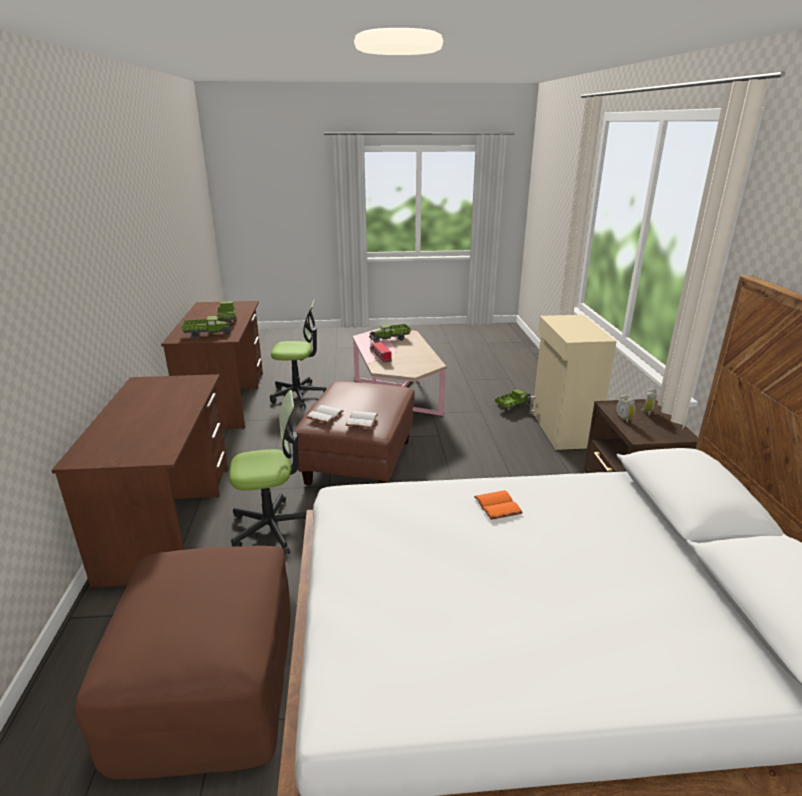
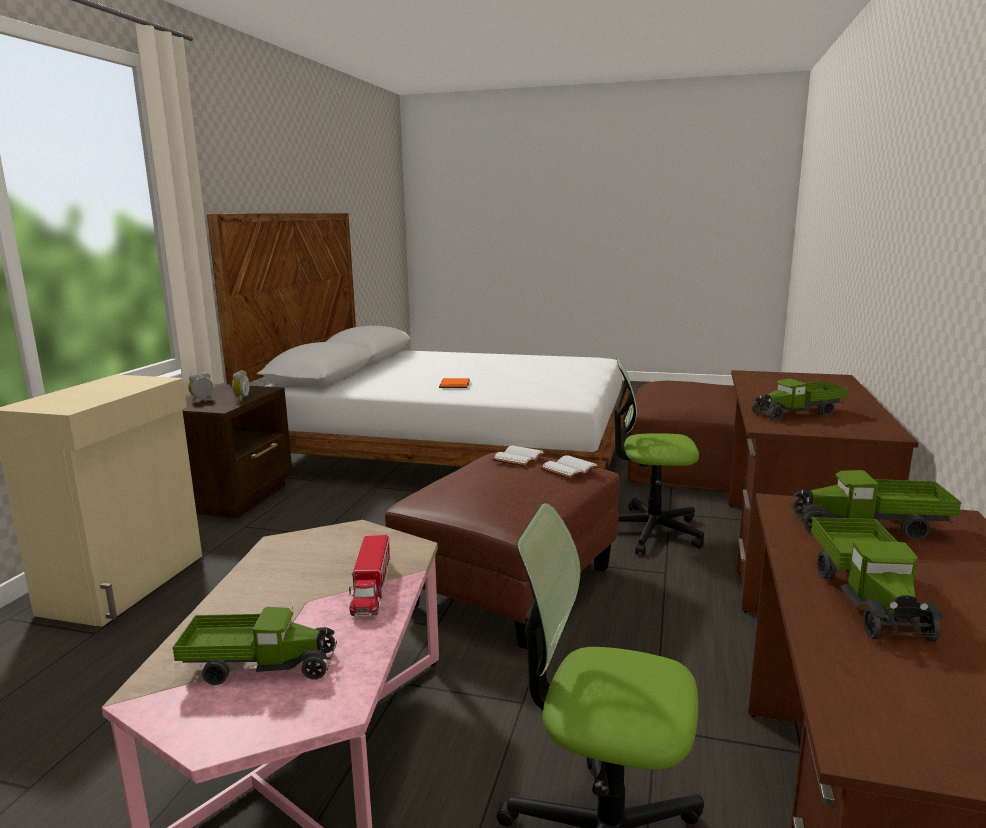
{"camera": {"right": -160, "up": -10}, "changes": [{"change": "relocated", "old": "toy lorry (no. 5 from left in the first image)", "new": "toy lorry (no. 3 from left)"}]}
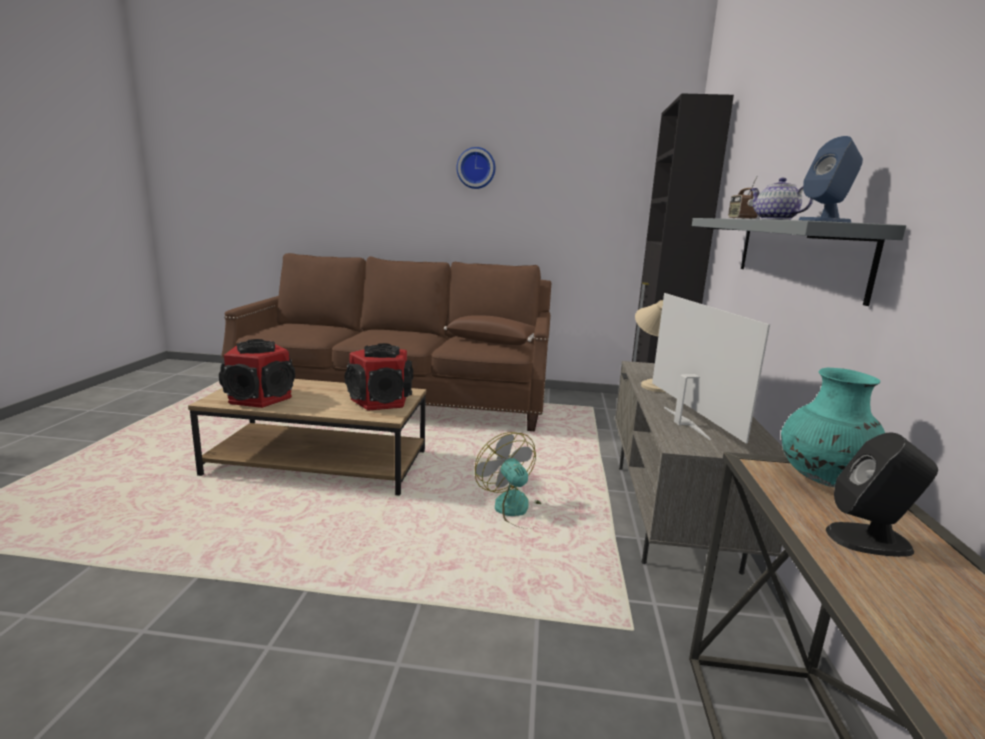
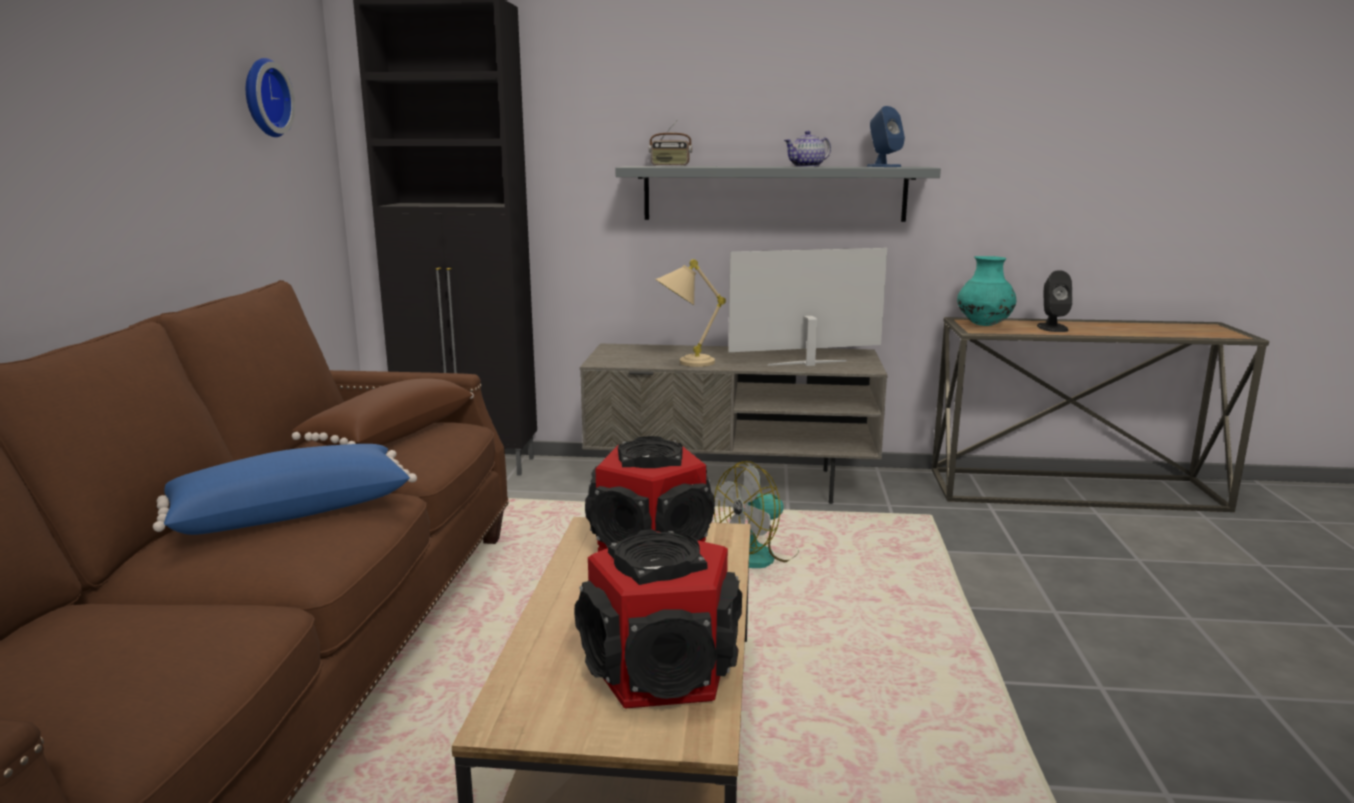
{"camera": {"right": -90, "up": 0}, "changes": [{"change": "appeared", "new": "pillow in blue-coloured"}, {"change": "relocated", "old": "clock on the wall"}]}
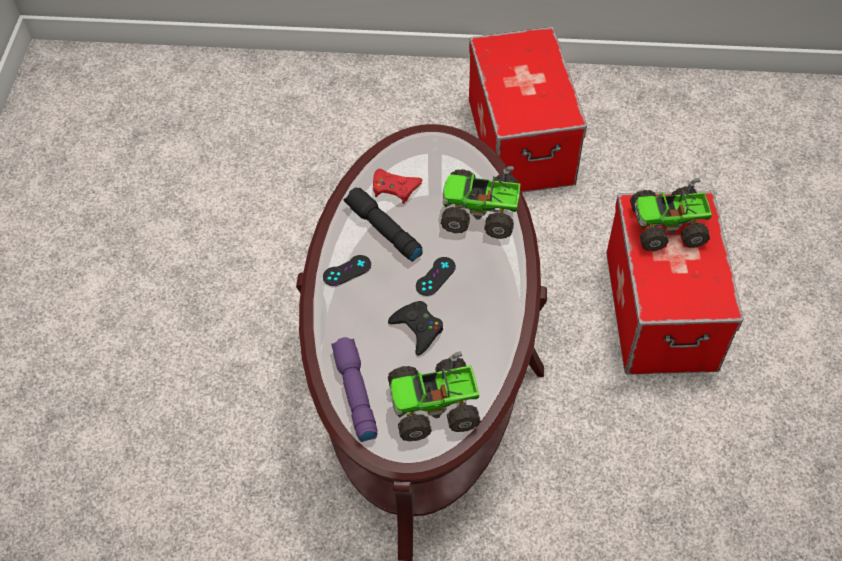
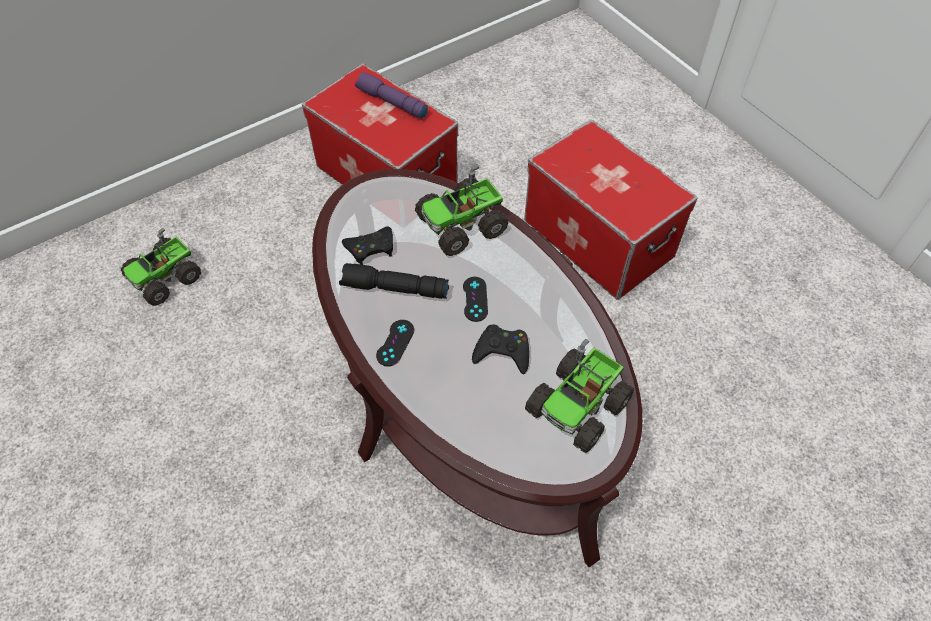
{"camera": {"right": -40, "up": 0}, "changes": [{"change": "relocated", "old": "hand torch in purplish"}, {"change": "relocated", "old": "toy lorry (no. 3 from left in the first image)", "new": "toy lorry (no. 1 from left)"}, {"change": "colour", "old": "game controller in reddish", "new": "game controller in black-coloured (no. 1 from left)"}]}
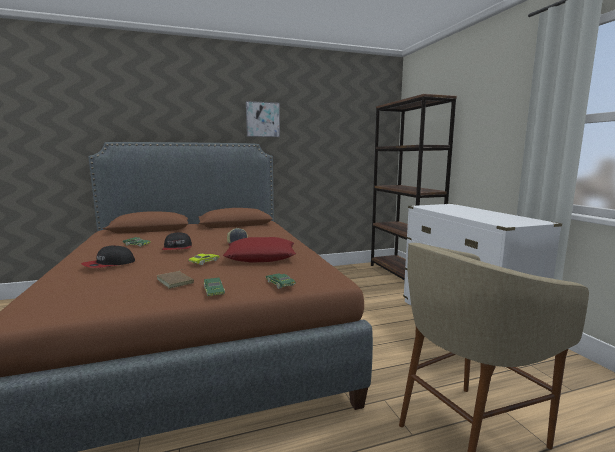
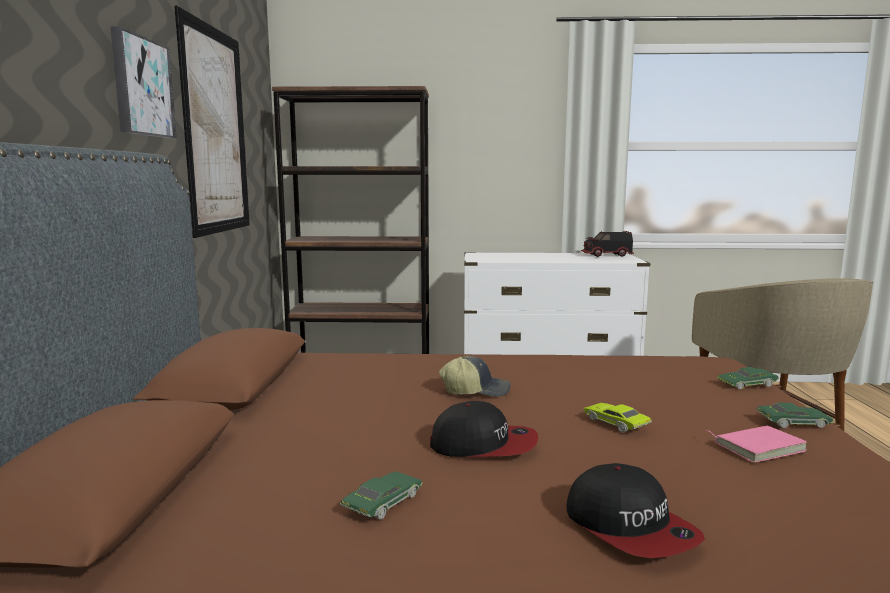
{"camera": {"right": -70, "up": 0}, "changes": [{"change": "missing", "old": "pillow in reddish"}, {"change": "appeared", "new": "picture (no. 2 from left)"}, {"change": "appeared", "new": "toy lorry"}, {"change": "colour", "old": "book in brown", "new": "book in pink-coloured"}]}
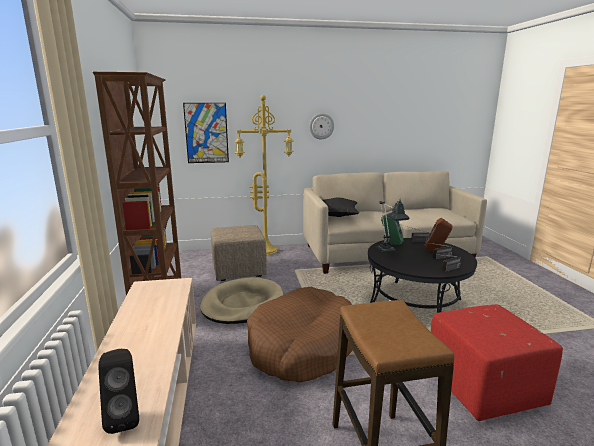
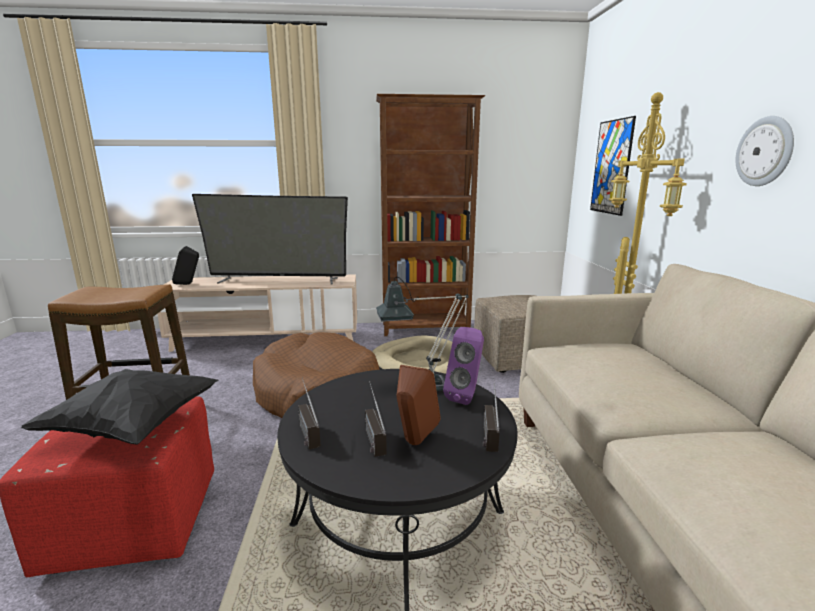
{"camera": {"right": 95, "up": 0}, "changes": [{"change": "appeared", "new": "TV set"}, {"change": "relocated", "old": "pillow in black-coloured"}, {"change": "colour", "old": "speaker in green", "new": "speaker in purplish"}]}
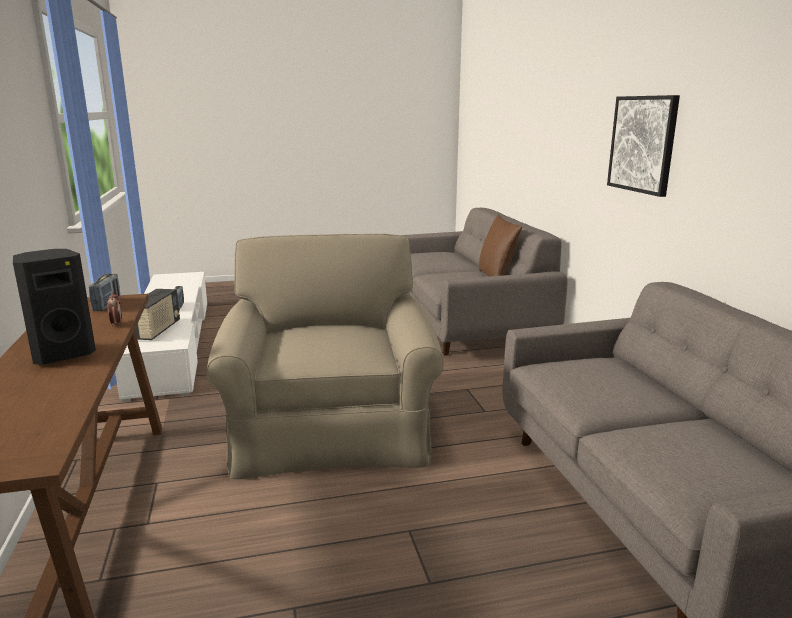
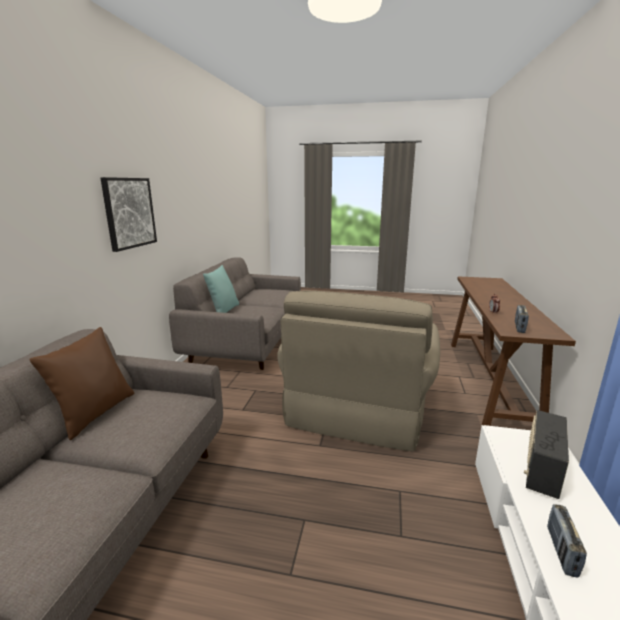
{"camera": {"right": -155, "up": 0}, "changes": [{"change": "missing", "old": "speaker in black-coloured"}, {"change": "appeared", "new": "pillow in turquoise-coloured"}]}
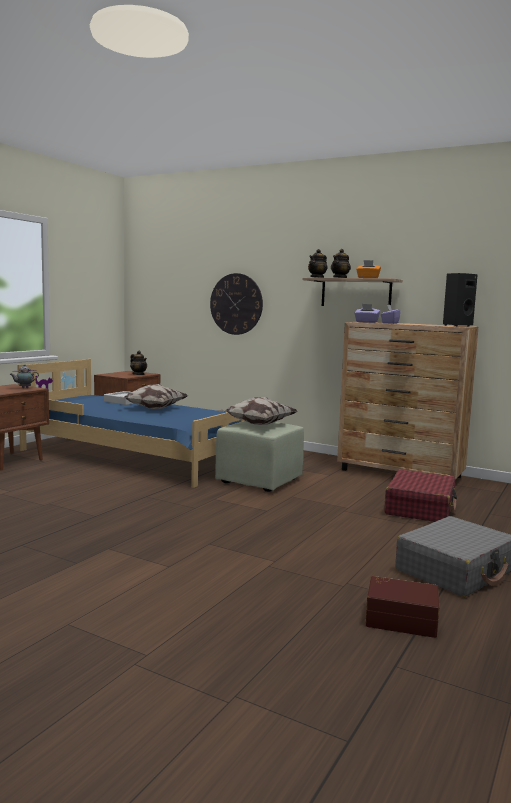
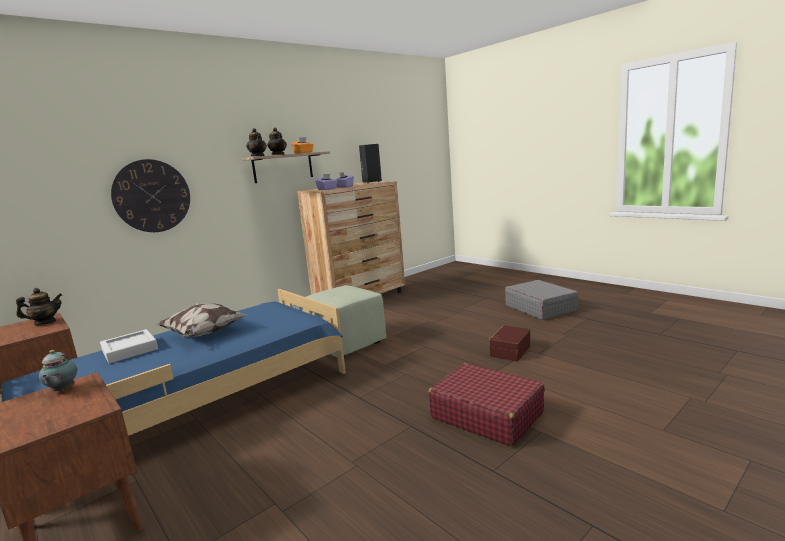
{"camera": {"right": -70, "up": 5}, "changes": [{"change": "missing", "old": "pillow (no. 2 from left)"}, {"change": "relocated", "old": "storage box in brown"}, {"change": "relocated", "old": "travel case in reddish"}]}
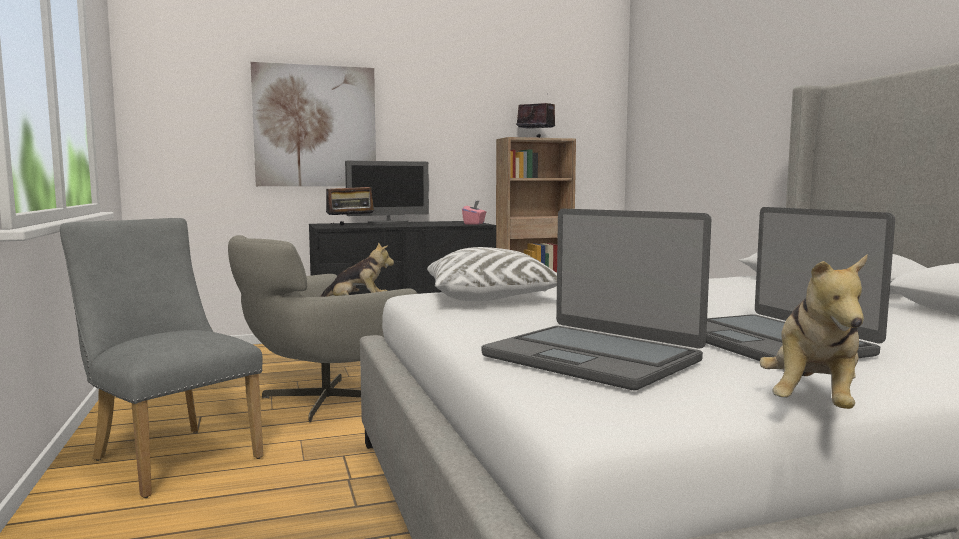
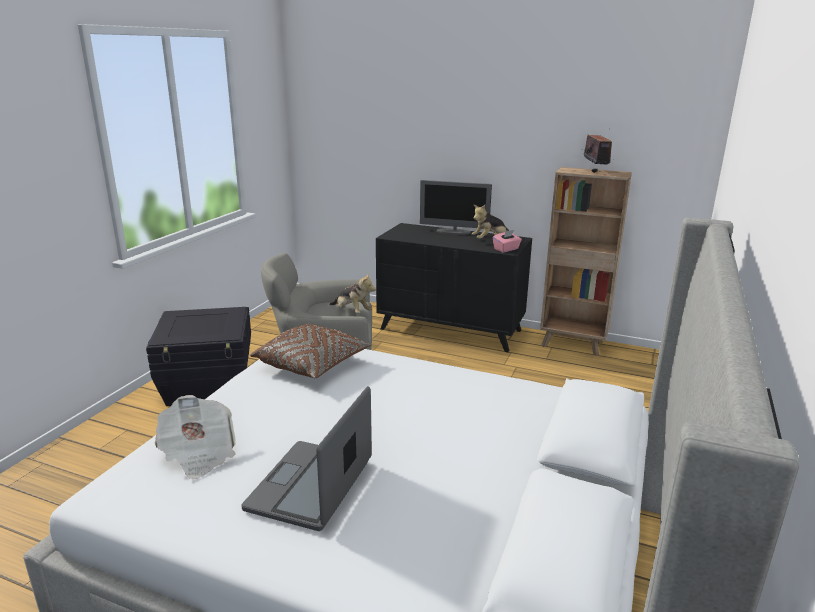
{"camera": {"right": 40, "up": 15}, "changes": [{"change": "missing", "old": "picture"}, {"change": "missing", "old": "radio receiver (no. 1 from left)"}, {"change": "relocated", "old": "soft toy (no. 2 from left)"}, {"change": "exchanged", "old": "upright chair in gray", "new": "storage box in black-coloured"}, {"change": "exchanged", "old": "portable computer (no. 1 from left)", "new": "daily paper"}, {"change": "colour", "old": "pillow in white", "new": "pillow in brown"}]}
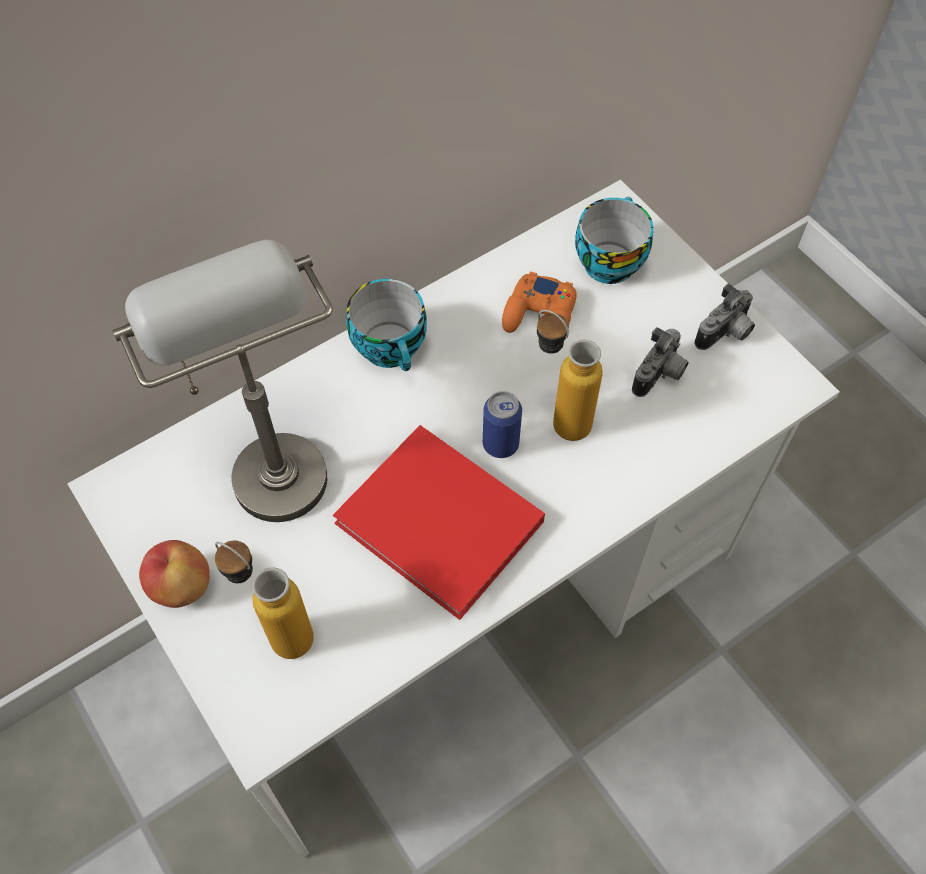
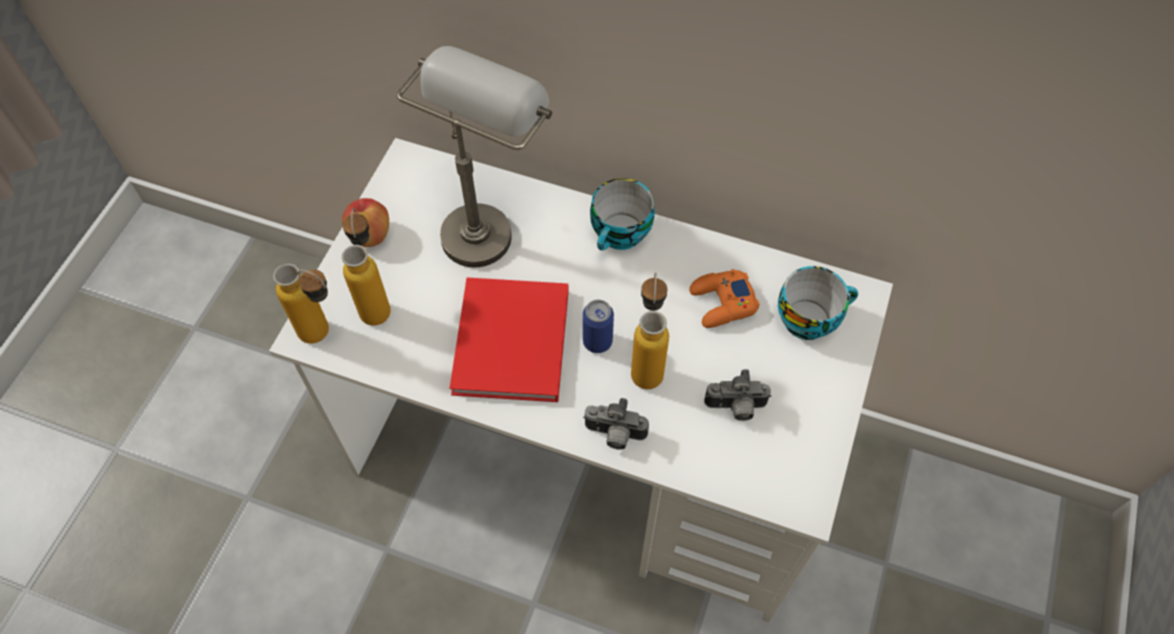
{"camera": {"right": 55, "up": 0}, "changes": [{"change": "appeared", "new": "beverage bottle (no. 1 from left)"}, {"change": "relocated", "old": "photo camera (no. 2 from left in the first image)", "new": "photo camera (no. 1 from left)"}]}
